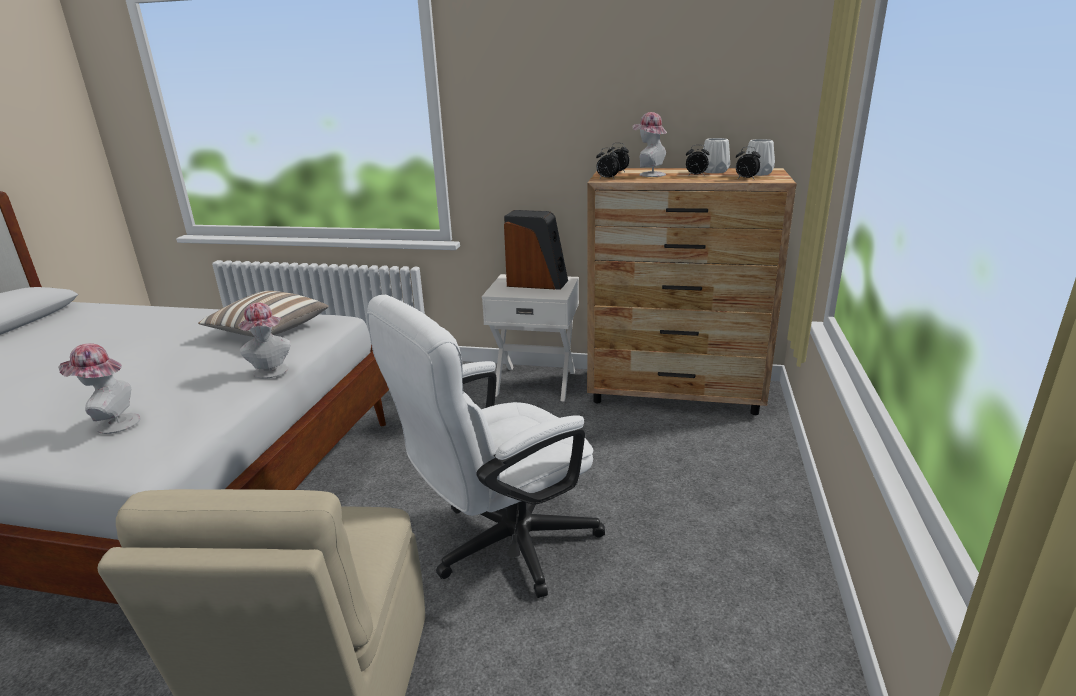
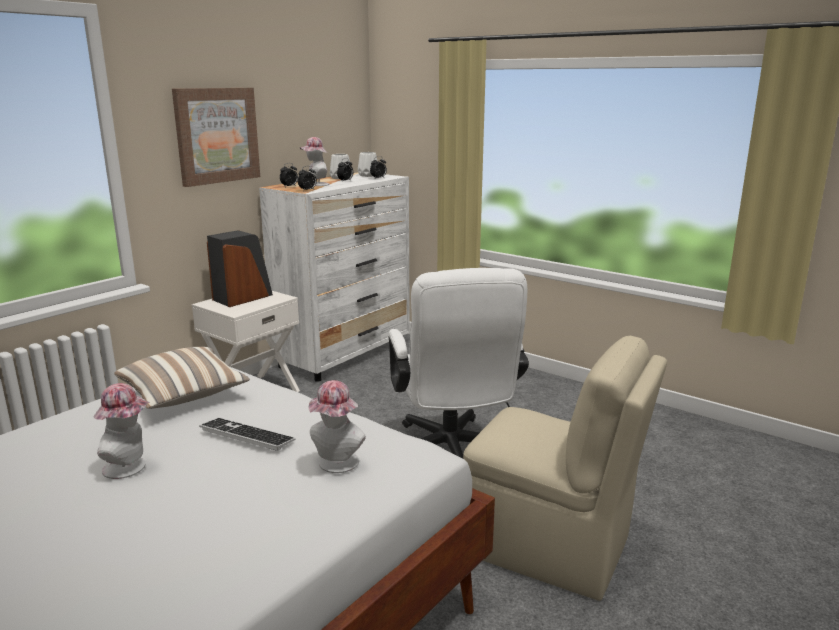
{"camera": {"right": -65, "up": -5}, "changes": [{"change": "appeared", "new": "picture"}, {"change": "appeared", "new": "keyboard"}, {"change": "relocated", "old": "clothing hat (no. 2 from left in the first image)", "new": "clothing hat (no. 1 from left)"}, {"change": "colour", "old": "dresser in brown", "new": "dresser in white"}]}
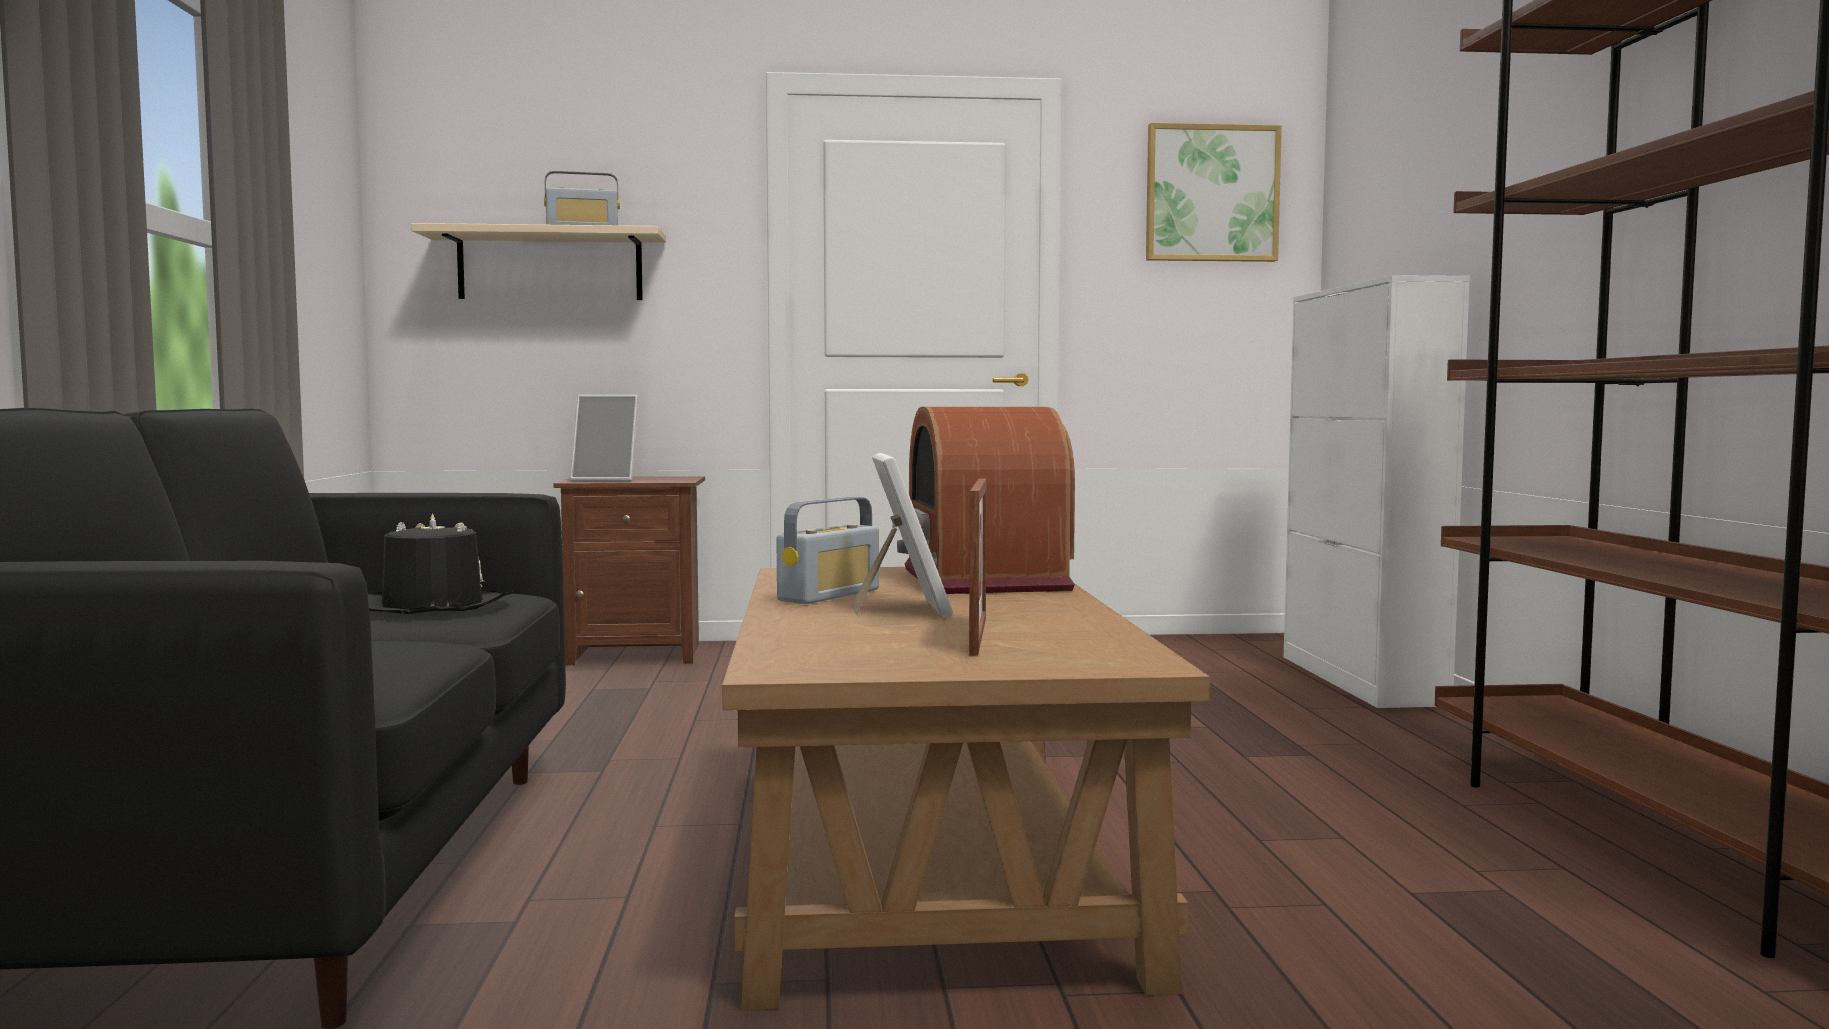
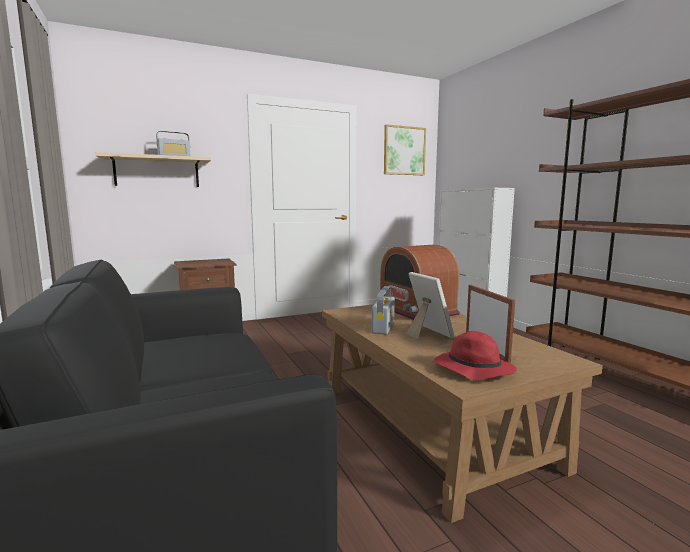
{"camera": {"right": -20, "up": 5}, "changes": [{"change": "missing", "old": "clothing hat in black-coloured"}, {"change": "missing", "old": "photo frame (no. 1 from left)"}, {"change": "appeared", "new": "clothing hat in reddish"}]}
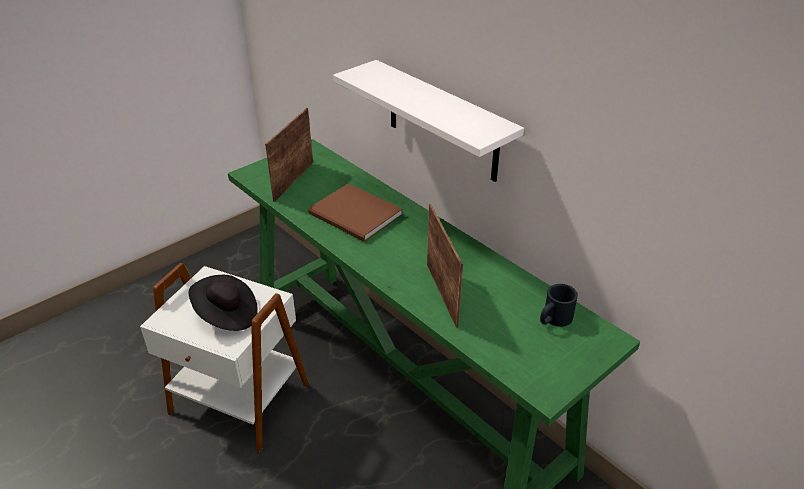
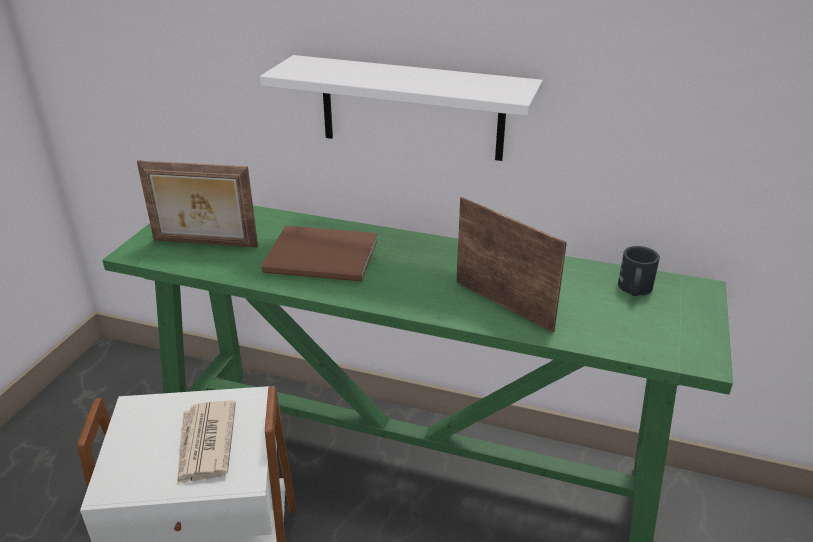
{"camera": {"right": -30, "up": -5}, "changes": [{"change": "exchanged", "old": "clothing hat in black-coloured", "new": "daily paper"}, {"change": "spun", "old": "photo frame (no. 1 from left)", "degrees": -75}]}
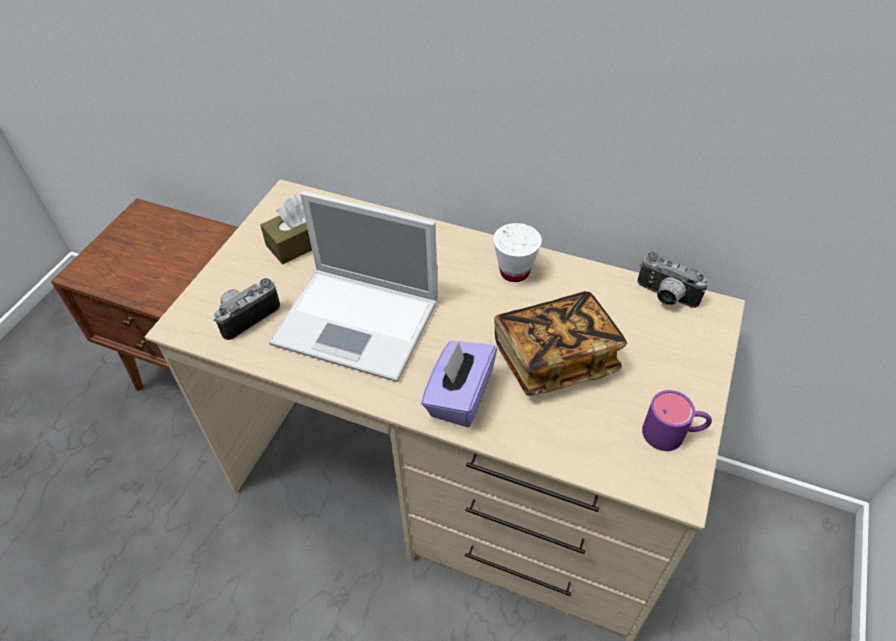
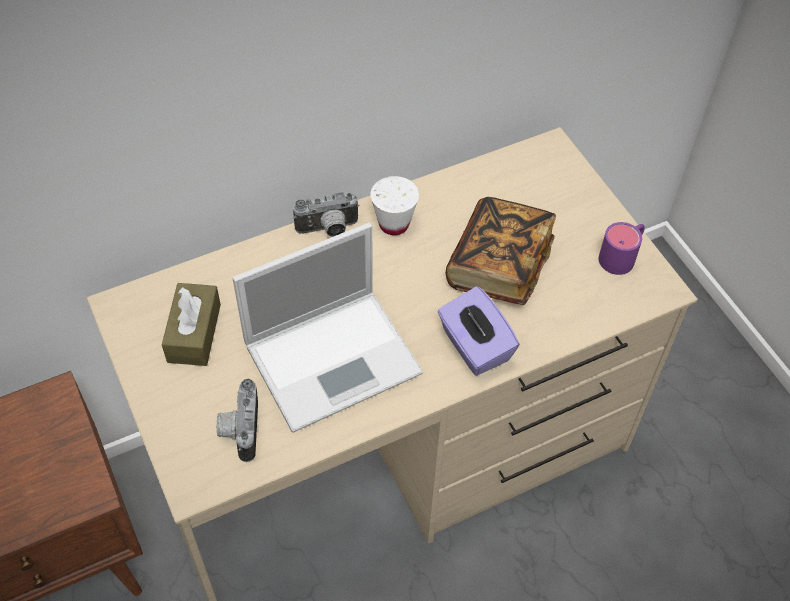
{"camera": {"right": -50, "up": 5}, "changes": [{"change": "relocated", "old": "photo camera (no. 2 from left)"}]}
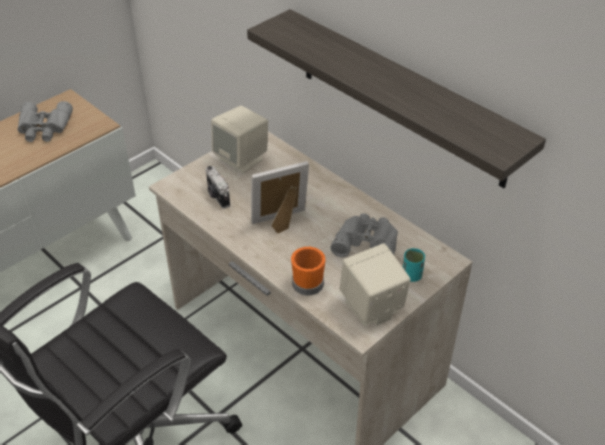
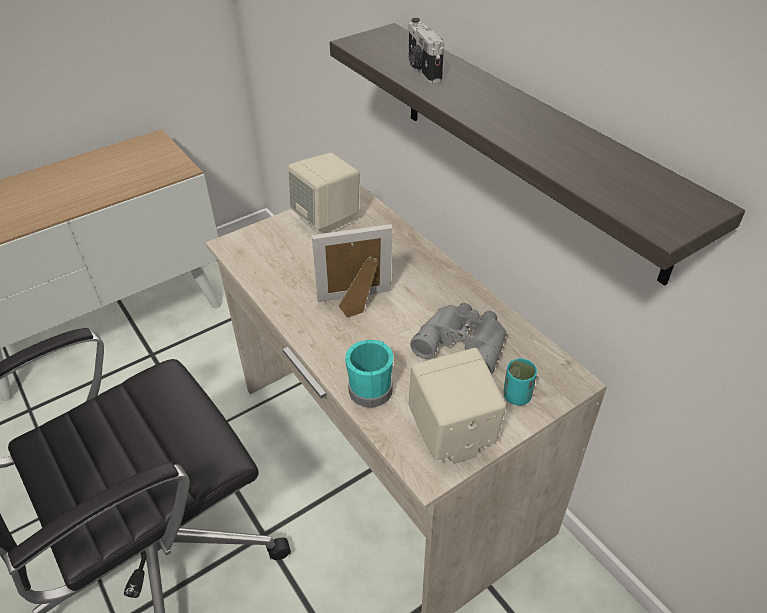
{"camera": {"right": 10, "up": 0}, "changes": [{"change": "missing", "old": "pair of binoculars in gray (no. 1 from left)"}, {"change": "relocated", "old": "photo camera"}, {"change": "colour", "old": "coffee mug in orange-coloured", "new": "coffee mug in turquoise-coloured"}]}
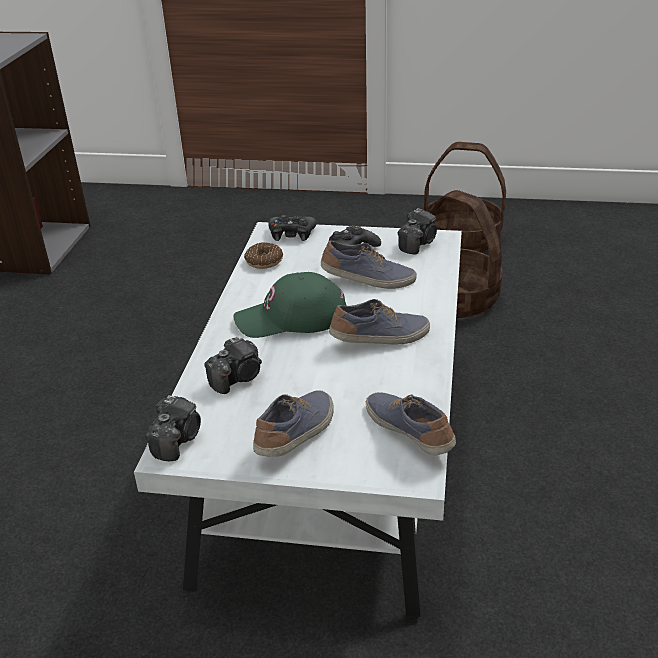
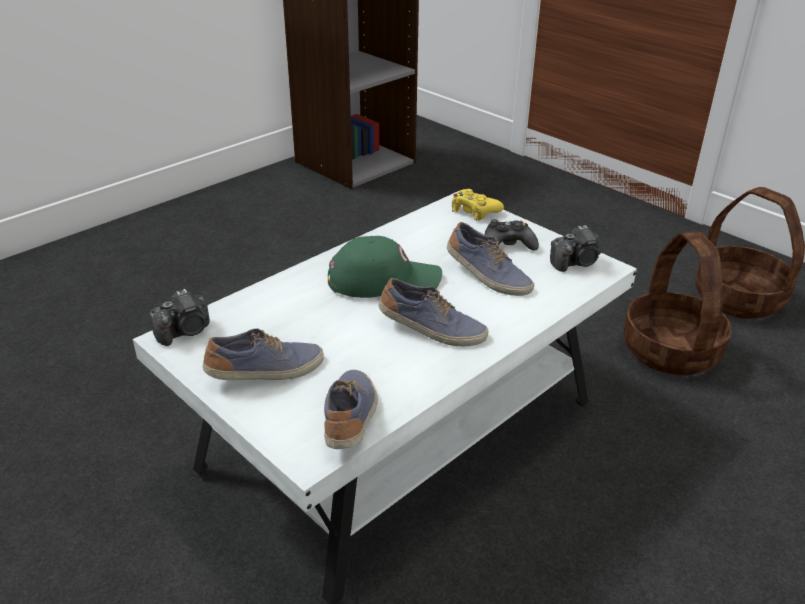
{"camera": {"right": 35, "up": 0}, "changes": [{"change": "missing", "old": "photo camera (no. 2 from left)"}, {"change": "missing", "old": "donut"}, {"change": "colour", "old": "game controller in black-coloured (no. 1 from left)", "new": "game controller in yellow-coloured"}, {"change": "spun", "old": "baseball cap in green", "degrees": 150}]}
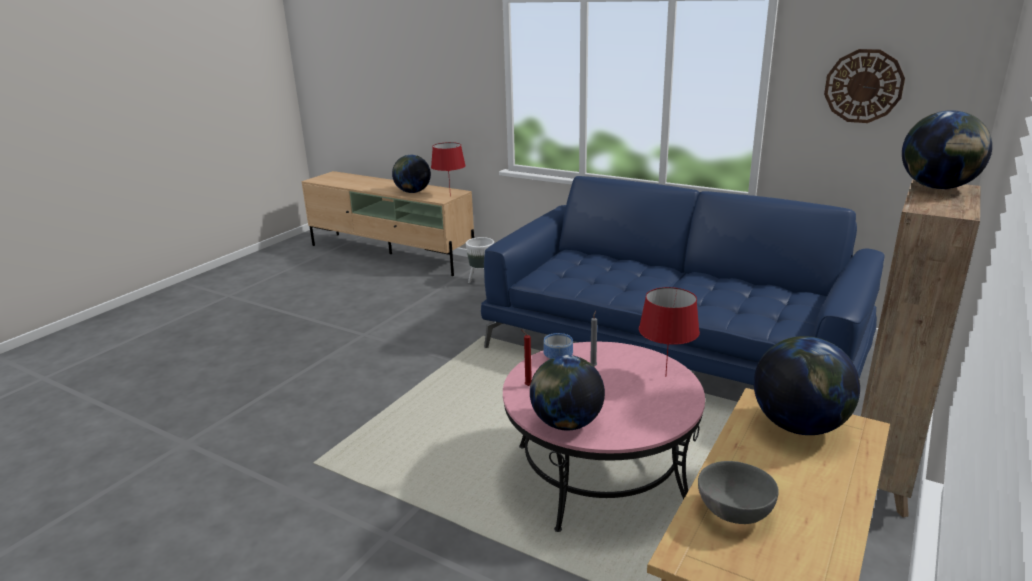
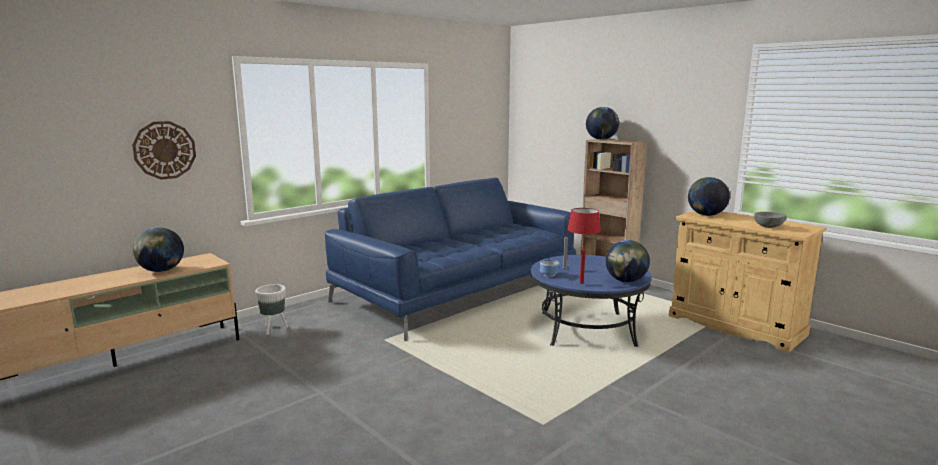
{"camera": {"right": -75, "up": -10}, "changes": [{"change": "missing", "old": "table lamp in reddish (no. 1 from left)"}, {"change": "relocated", "old": "clock on the wall"}, {"change": "colour", "old": "low table in pink-coloured", "new": "low table in blue-coloured"}]}
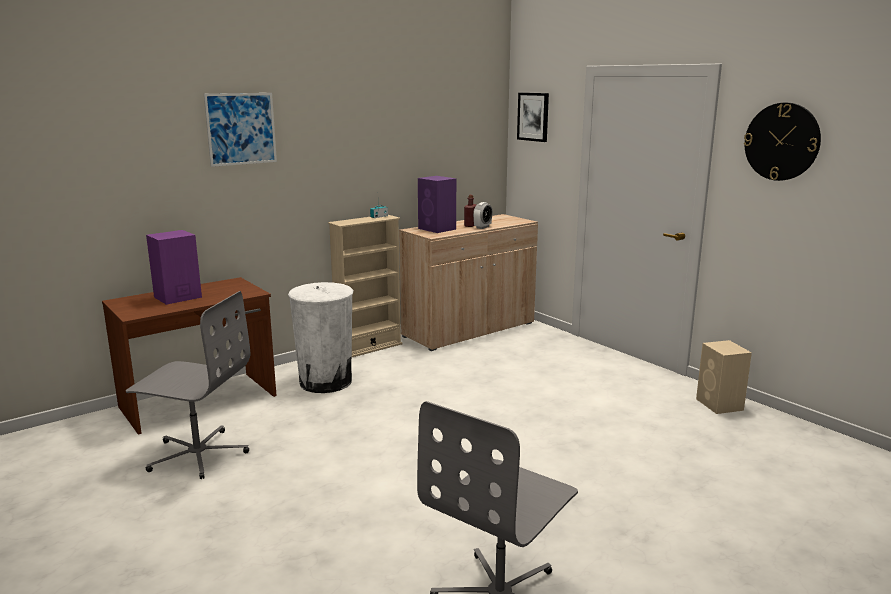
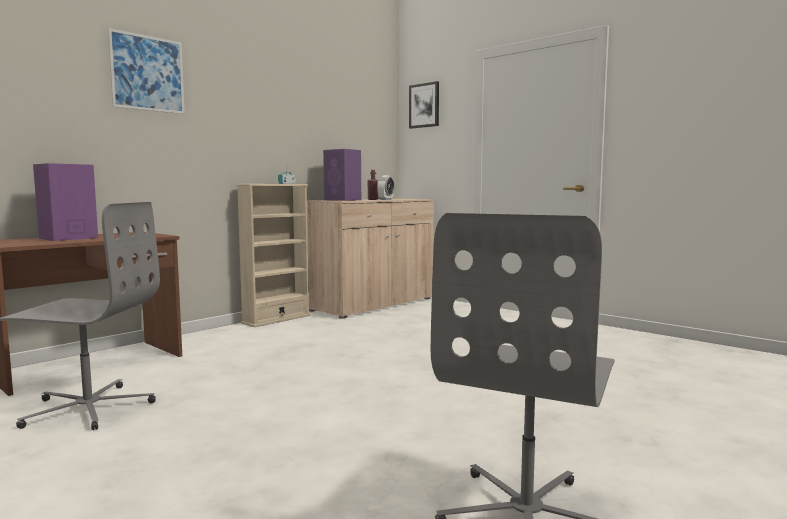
{"camera": {"right": -10, "up": -10}, "changes": [{"change": "missing", "old": "waste bin in white"}, {"change": "missing", "old": "speaker in beige-coloured"}, {"change": "missing", "old": "clock on the wall"}]}
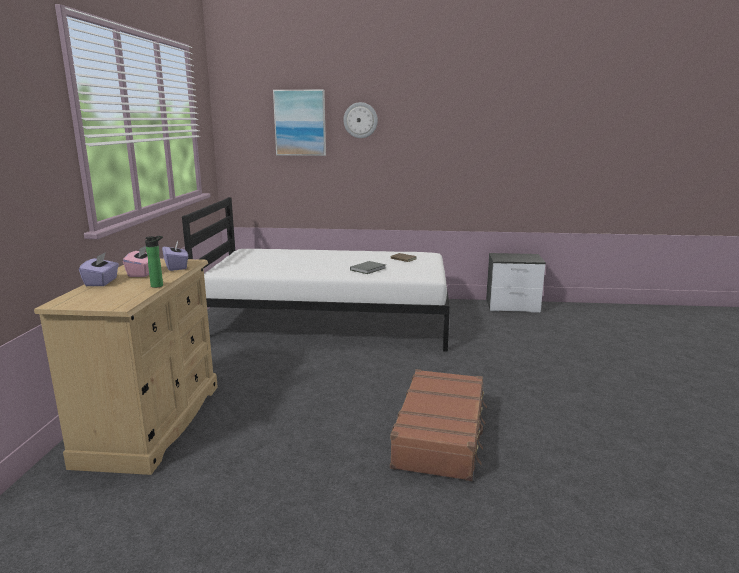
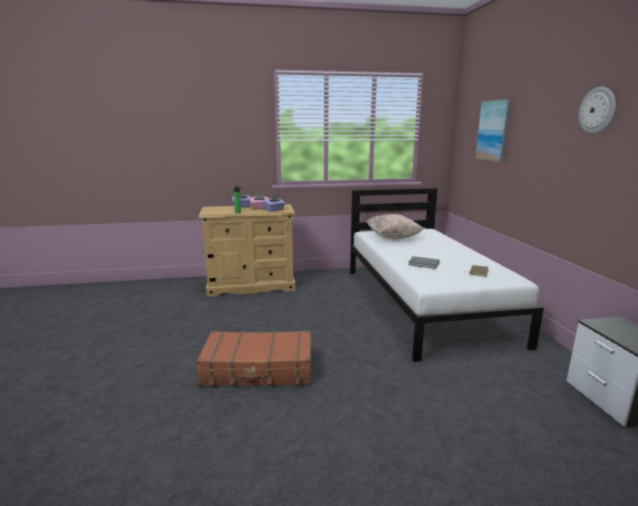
{"camera": {"right": 75, "up": 0}, "changes": [{"change": "appeared", "new": "pillow in beige-coloured"}, {"change": "relocated", "old": "clock on the wall"}]}
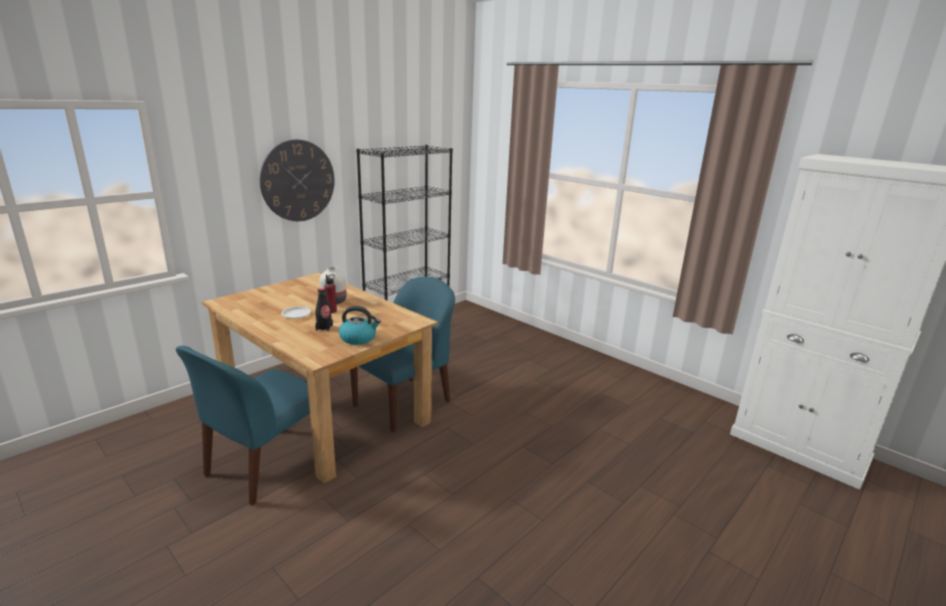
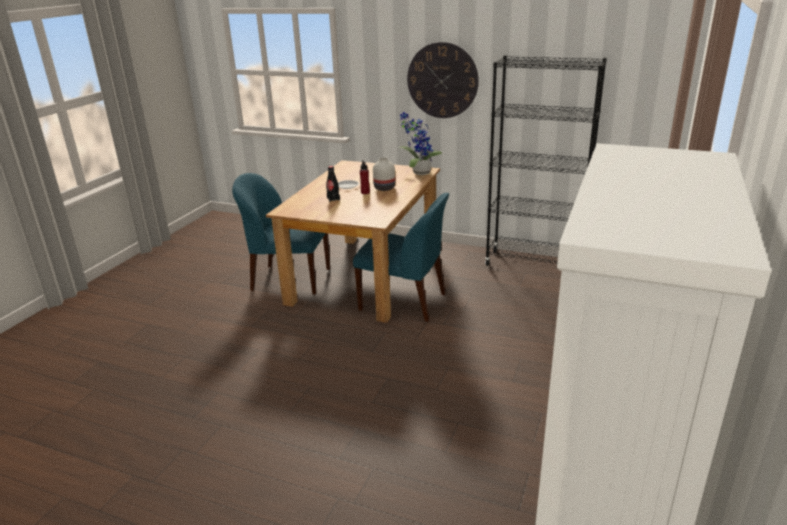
{"camera": {"right": 70, "up": 5}, "changes": [{"change": "missing", "old": "water kettle"}, {"change": "appeared", "new": "plant in a pot"}]}
